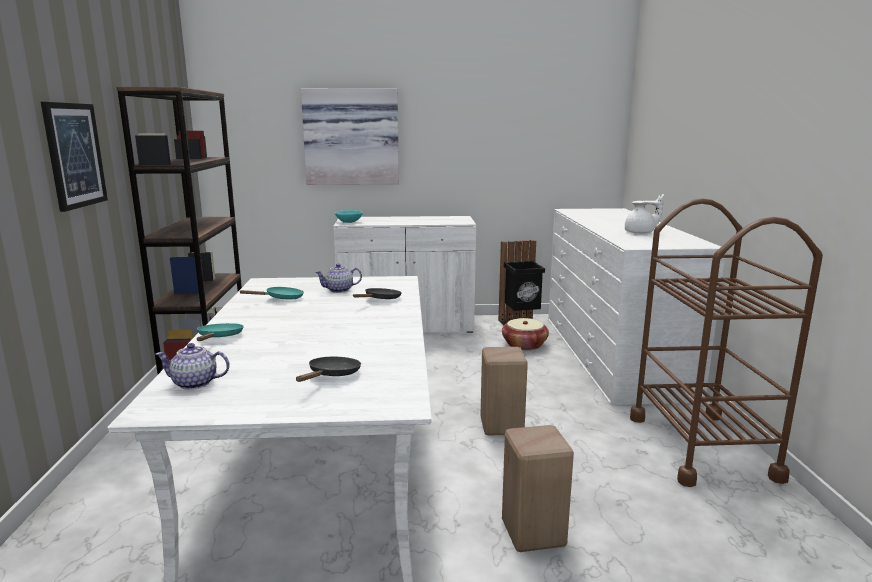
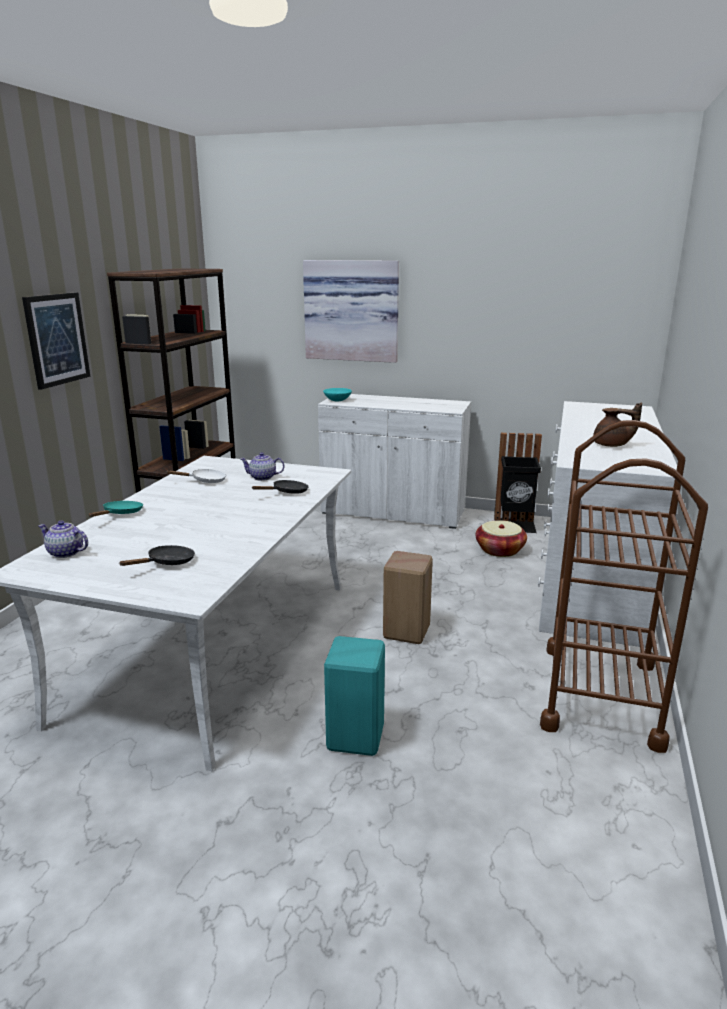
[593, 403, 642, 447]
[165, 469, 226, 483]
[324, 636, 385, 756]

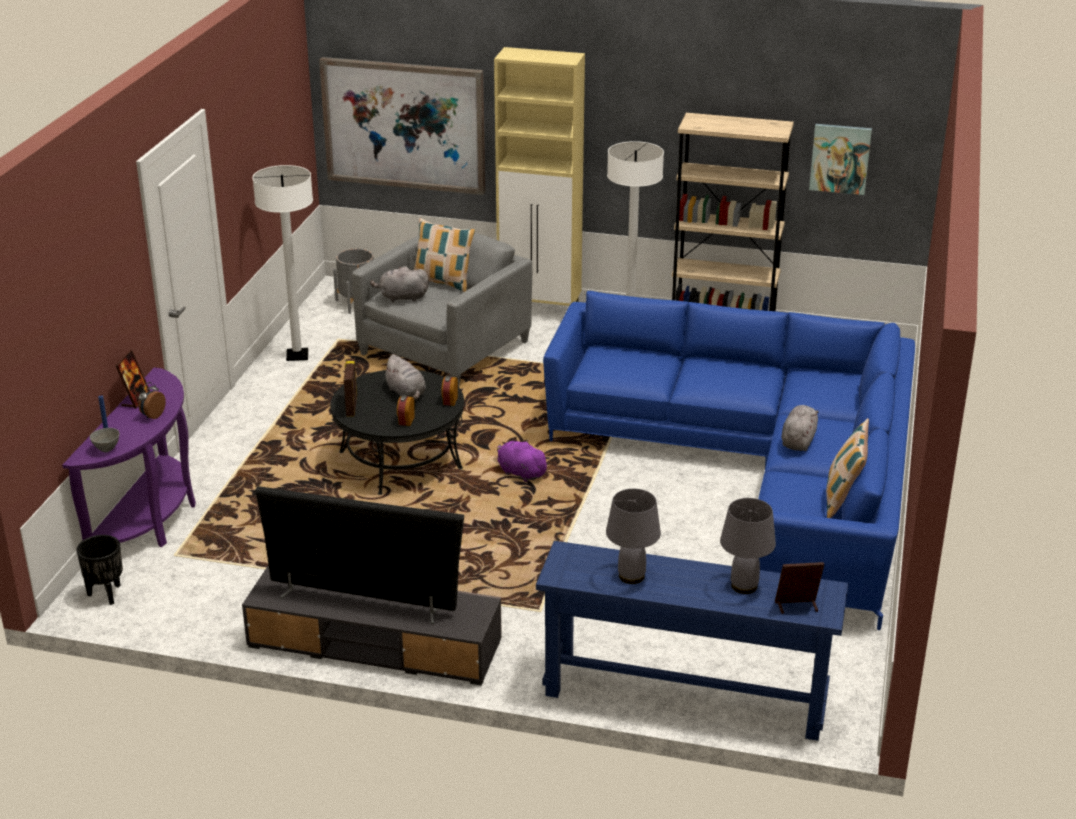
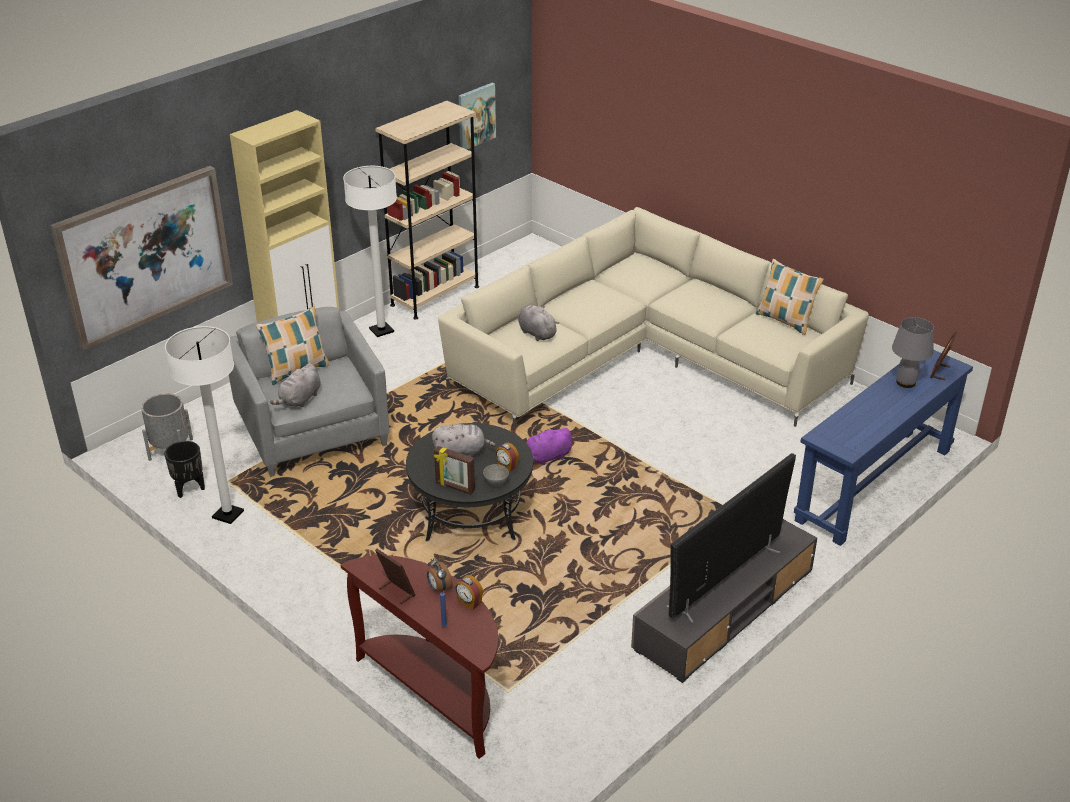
[438, 207, 869, 428]
[341, 555, 499, 759]
[455, 575, 483, 610]
[518, 305, 559, 341]
[483, 464, 509, 486]
[606, 489, 661, 584] (first image)
[164, 441, 205, 498]

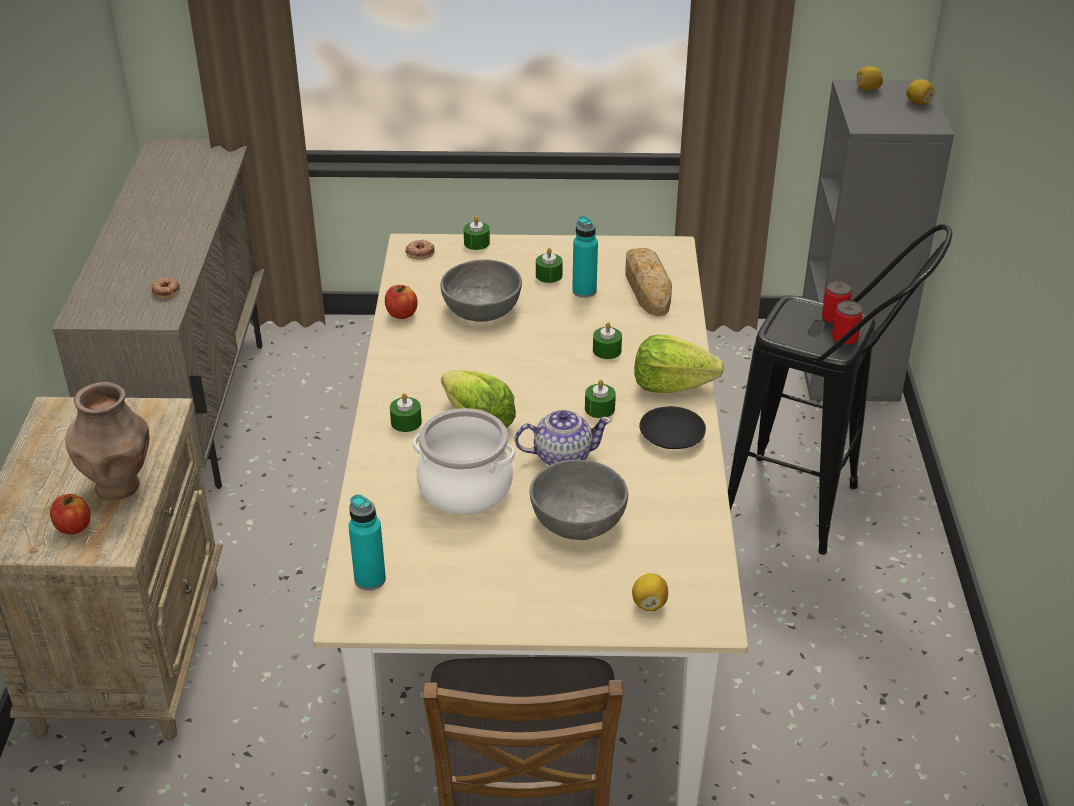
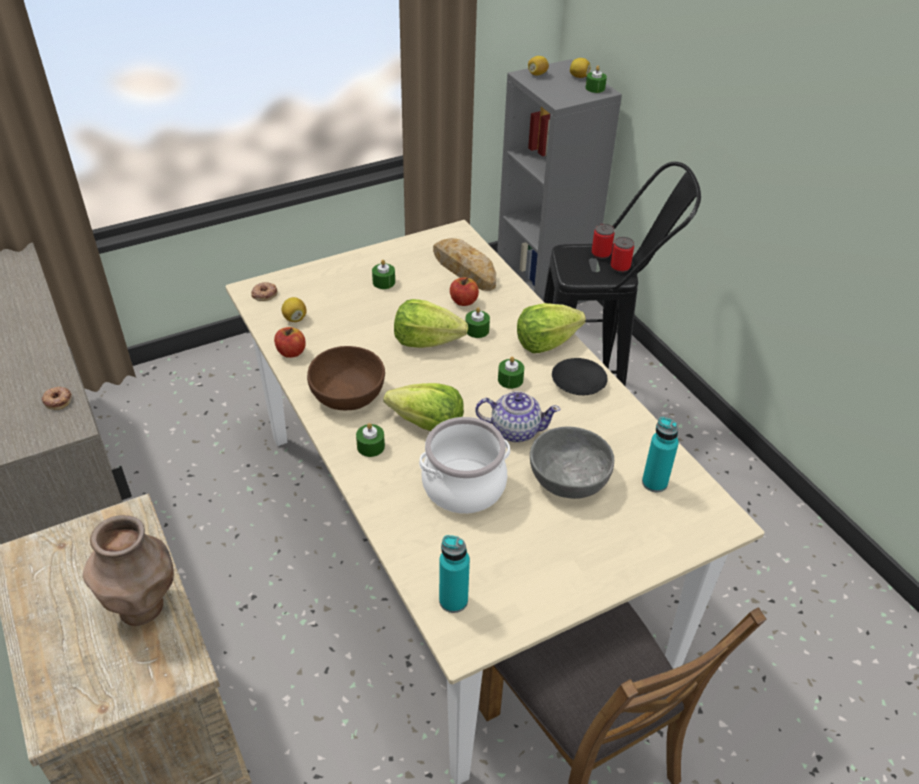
[586, 66, 607, 93]
[642, 417, 679, 492]
[440, 259, 522, 322] (first image)
[475, 391, 560, 442]
[450, 277, 479, 306]
[282, 297, 307, 322]
[394, 299, 468, 348]
[307, 346, 385, 410]

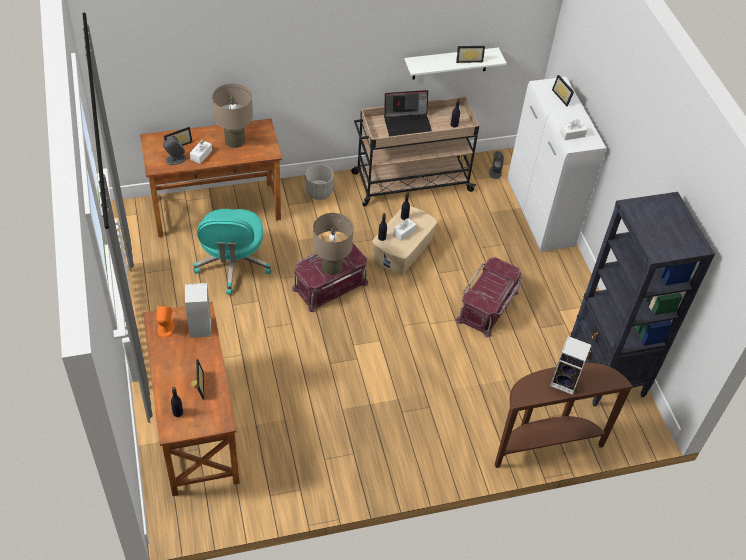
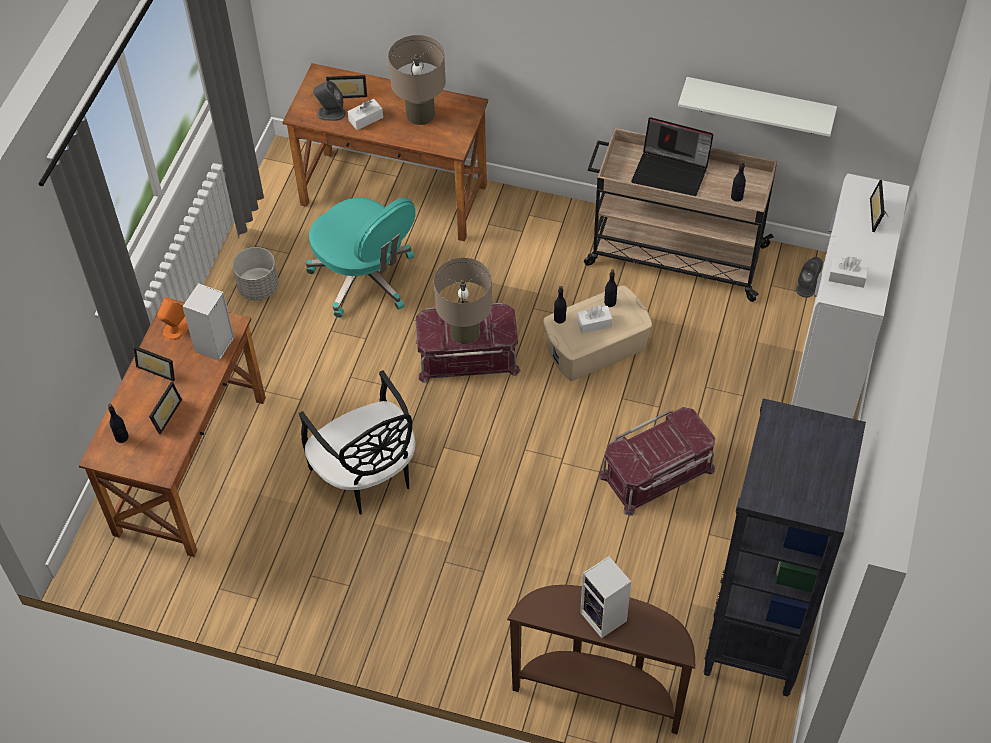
[133, 346, 175, 382]
[232, 247, 279, 300]
[306, 197, 415, 318]
[299, 370, 415, 515]

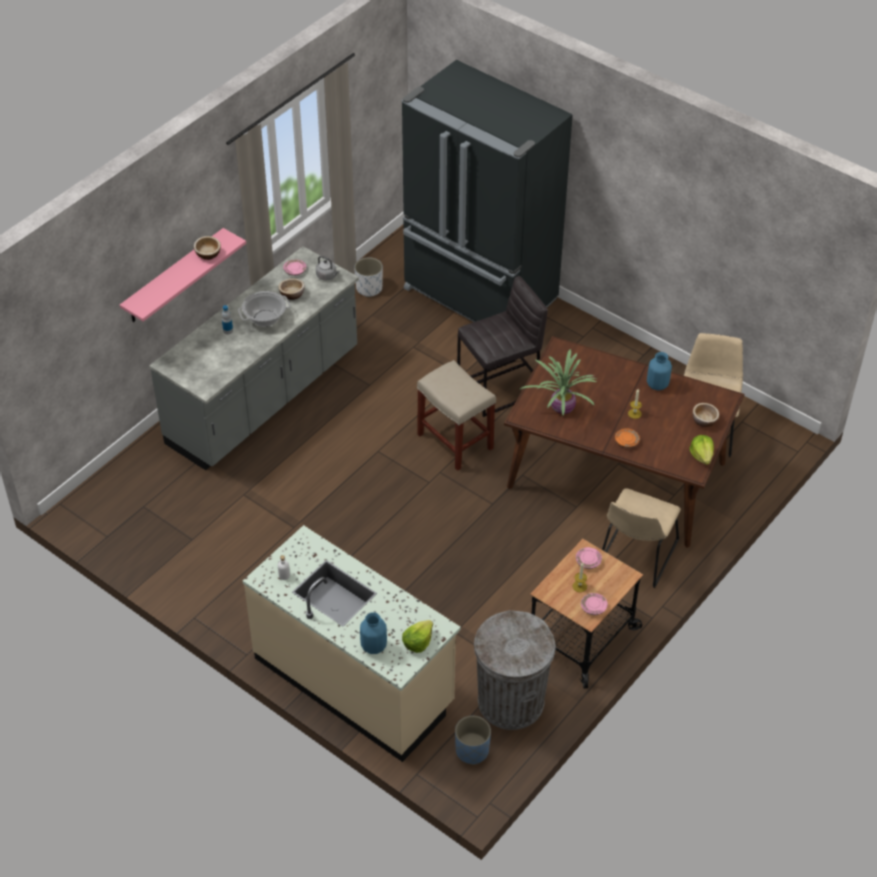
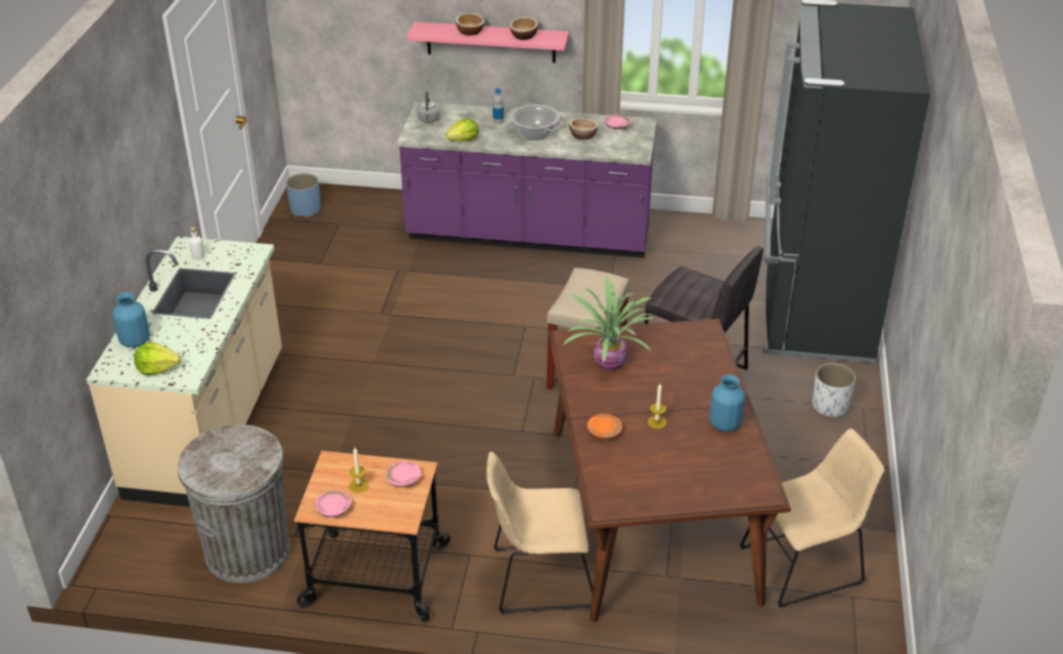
[397, 102, 657, 258]
[417, 92, 440, 123]
[812, 363, 856, 417]
[455, 13, 485, 36]
[445, 118, 479, 141]
[286, 173, 320, 217]

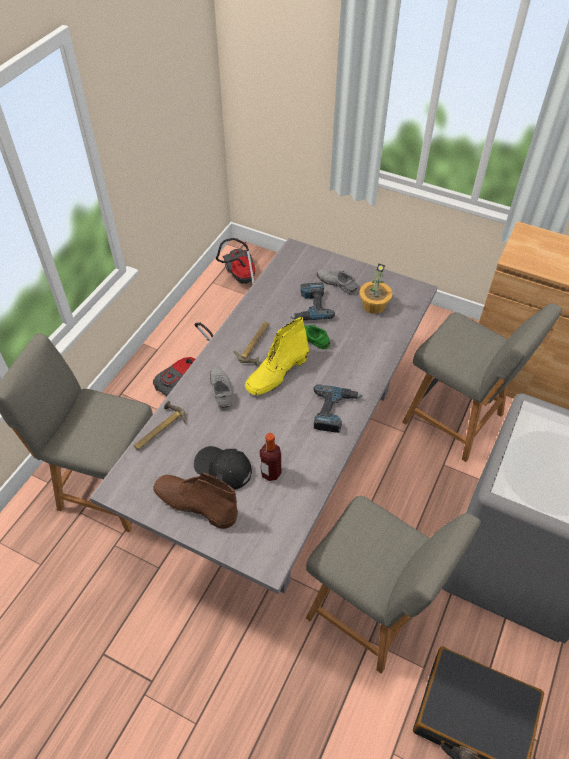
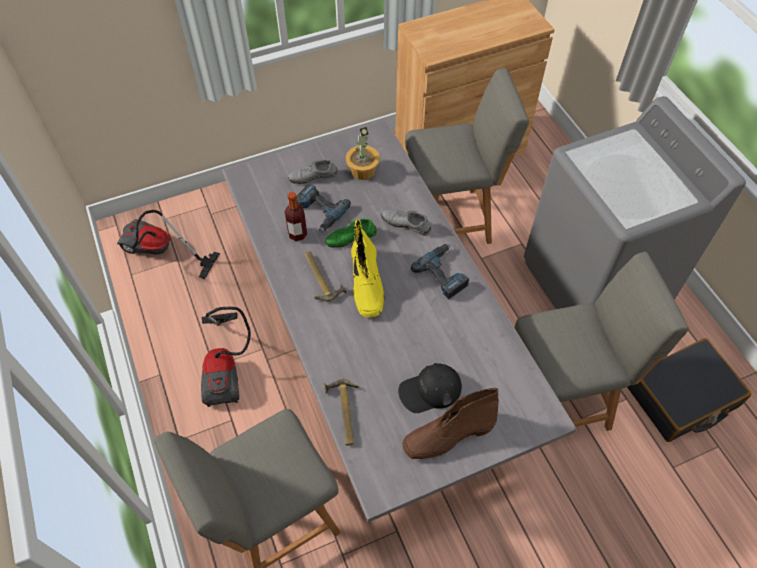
[381, 209, 431, 236]
[284, 192, 307, 241]

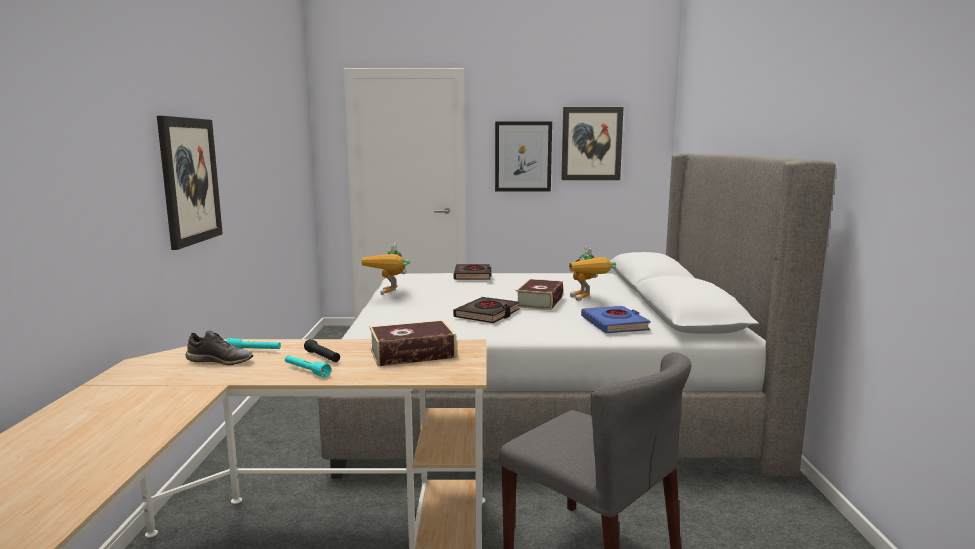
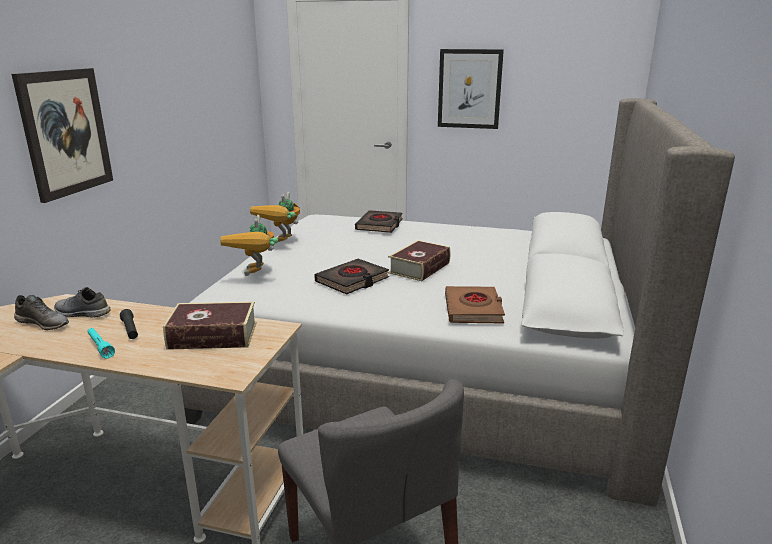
[561, 107, 623, 180] (first image)
[220, 215, 278, 276]
[445, 286, 505, 324]
[54, 287, 111, 318]

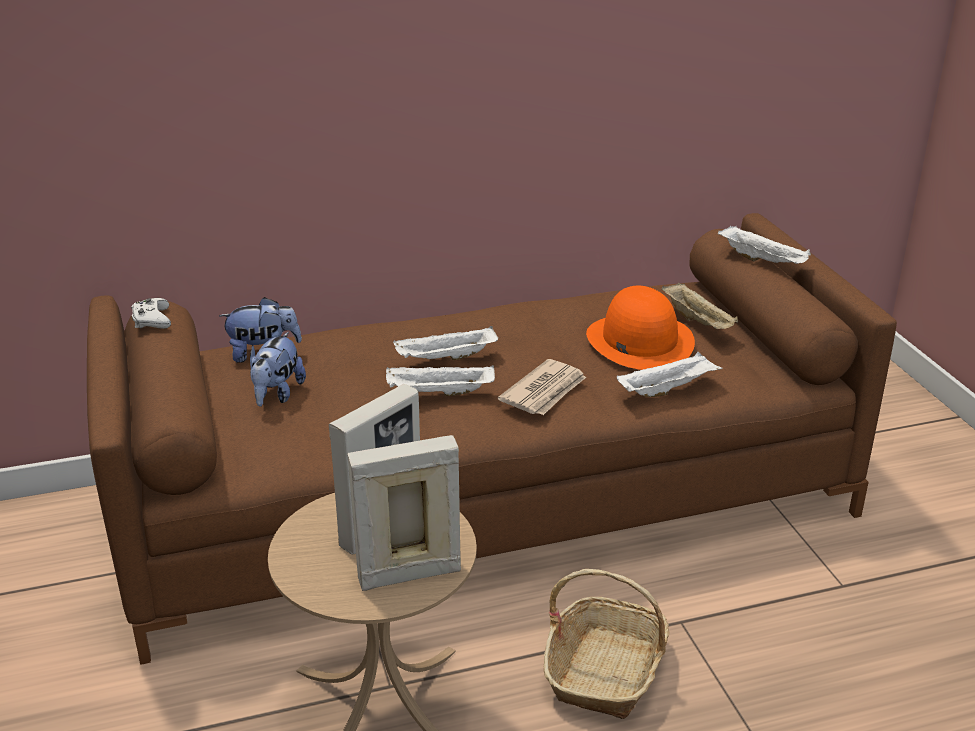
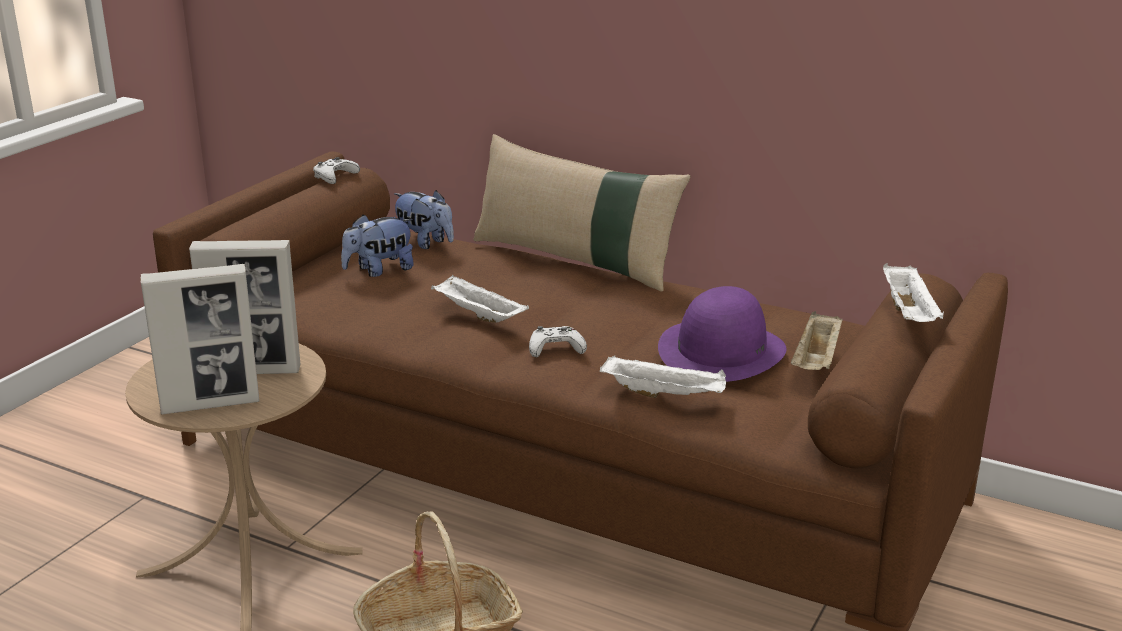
[658, 286, 787, 382]
[393, 326, 498, 360] (first image)
[529, 326, 587, 357]
[140, 264, 260, 414]
[473, 134, 690, 292]

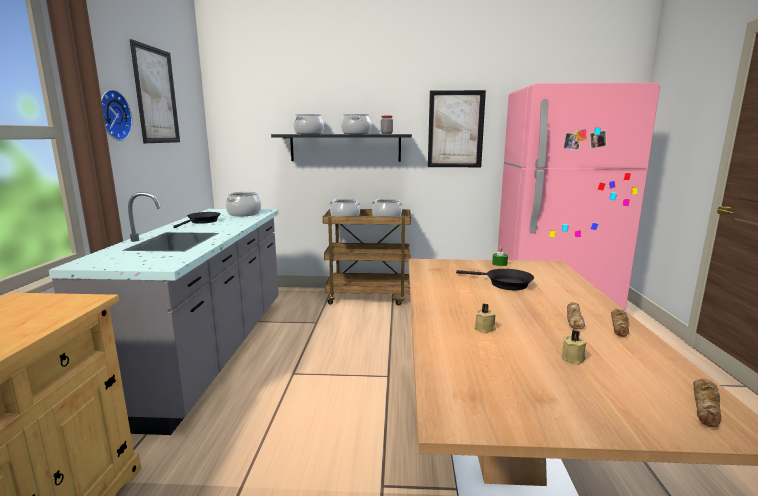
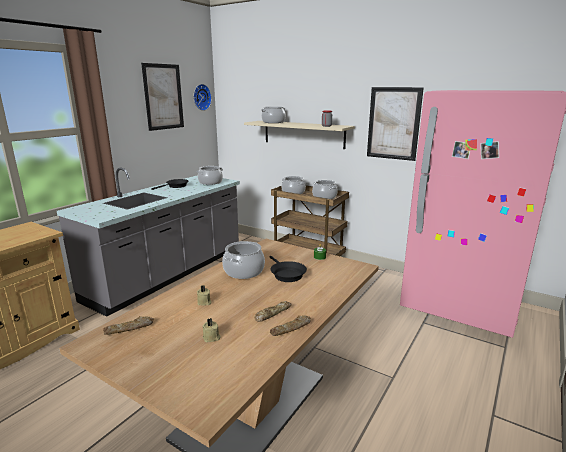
[193, 84, 212, 111]
[222, 241, 265, 279]
[244, 121, 355, 149]
[103, 316, 154, 335]

